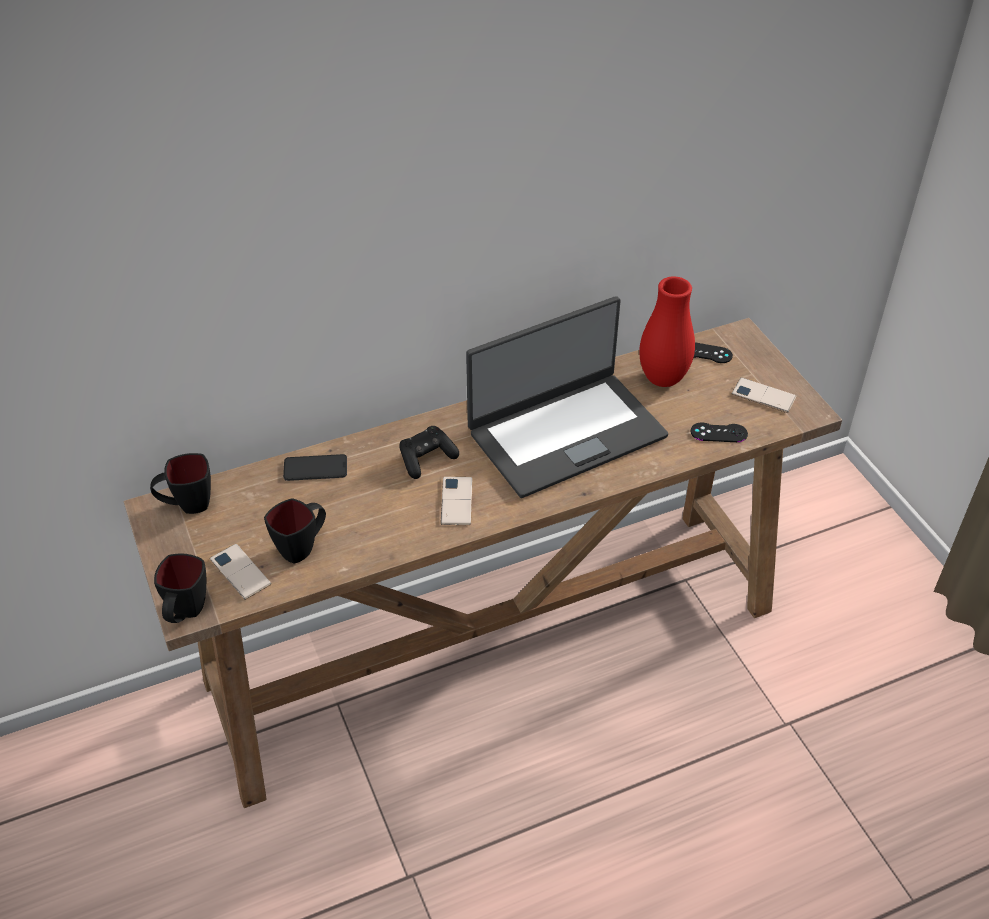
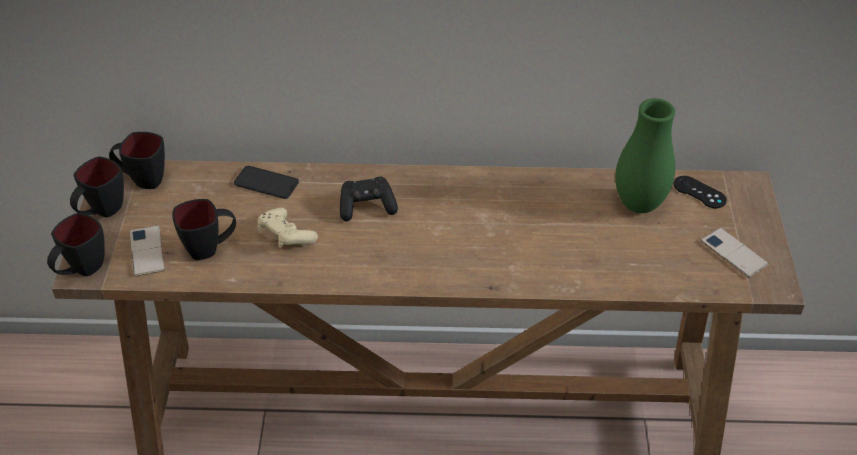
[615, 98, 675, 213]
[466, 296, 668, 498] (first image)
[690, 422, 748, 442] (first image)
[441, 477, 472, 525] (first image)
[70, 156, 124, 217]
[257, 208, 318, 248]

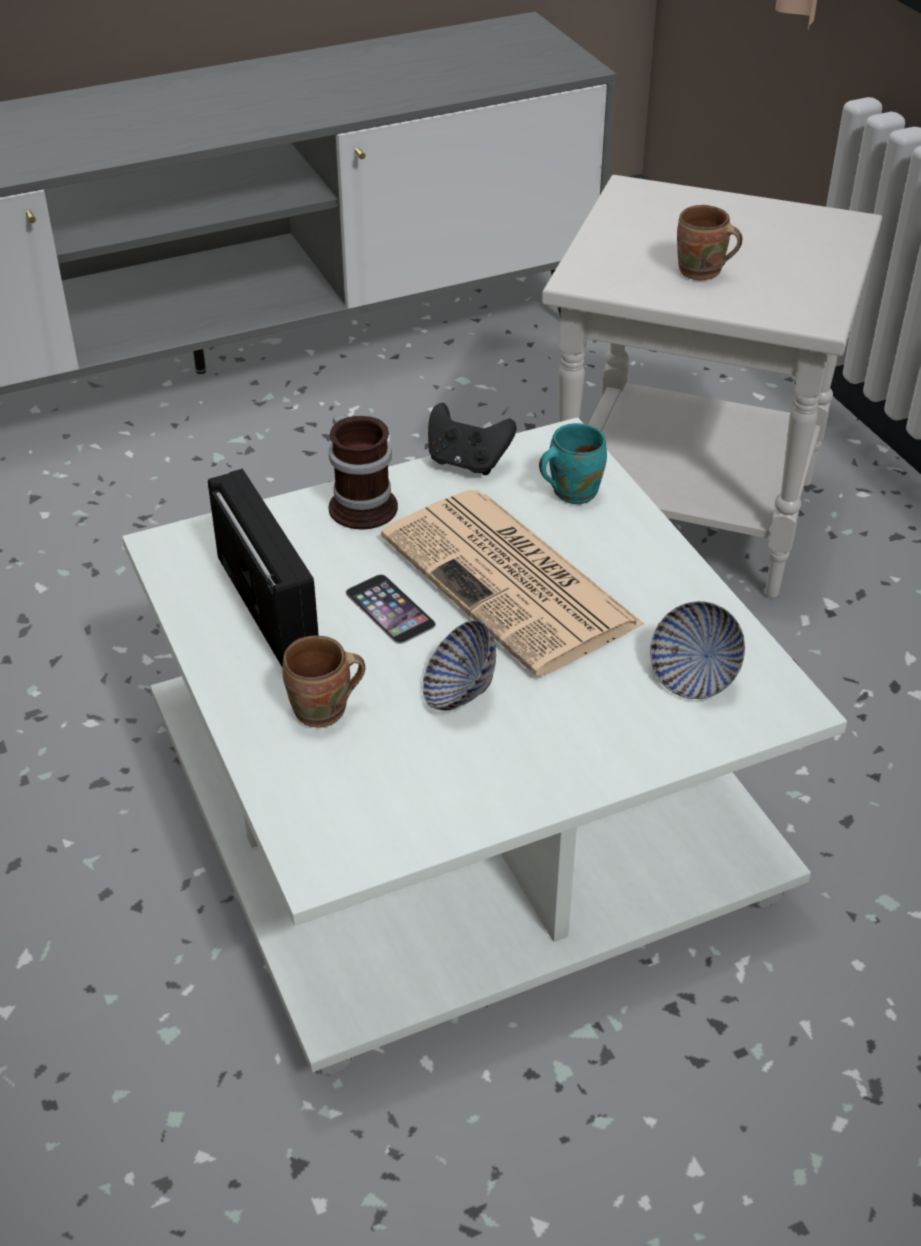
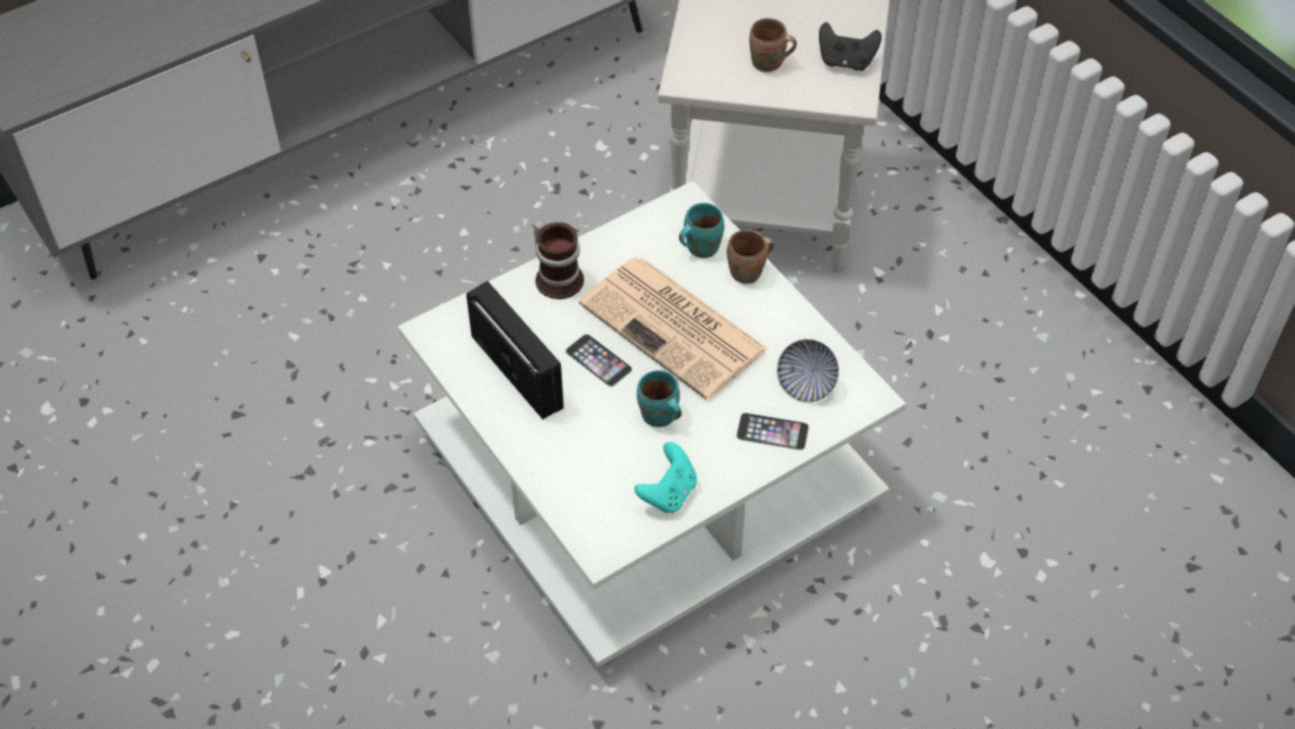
[819, 22, 882, 71]
[637, 370, 682, 427]
[727, 229, 774, 284]
[736, 413, 809, 450]
[634, 442, 697, 513]

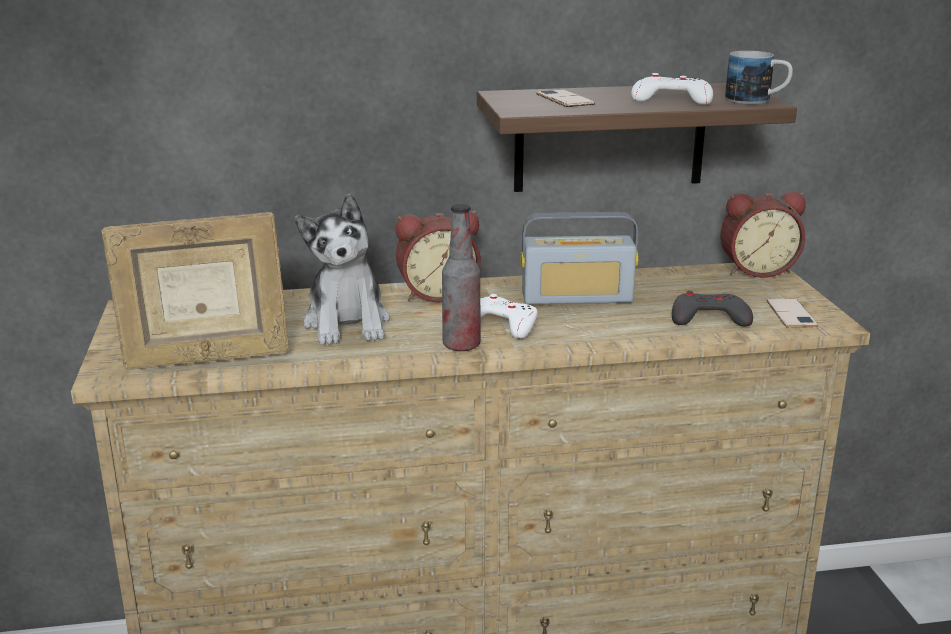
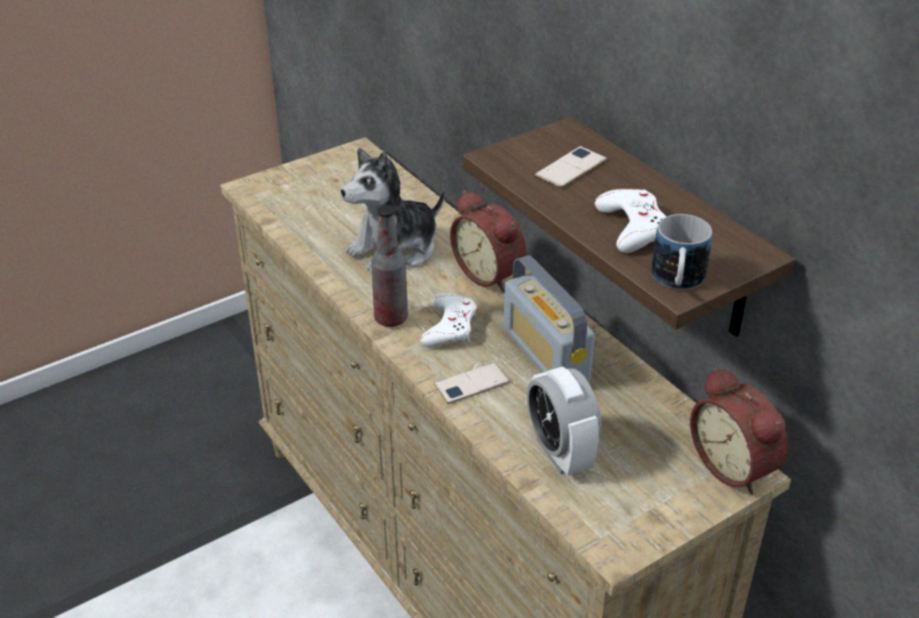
[101, 212, 290, 370] (first image)
[527, 366, 602, 476]
[434, 363, 510, 404]

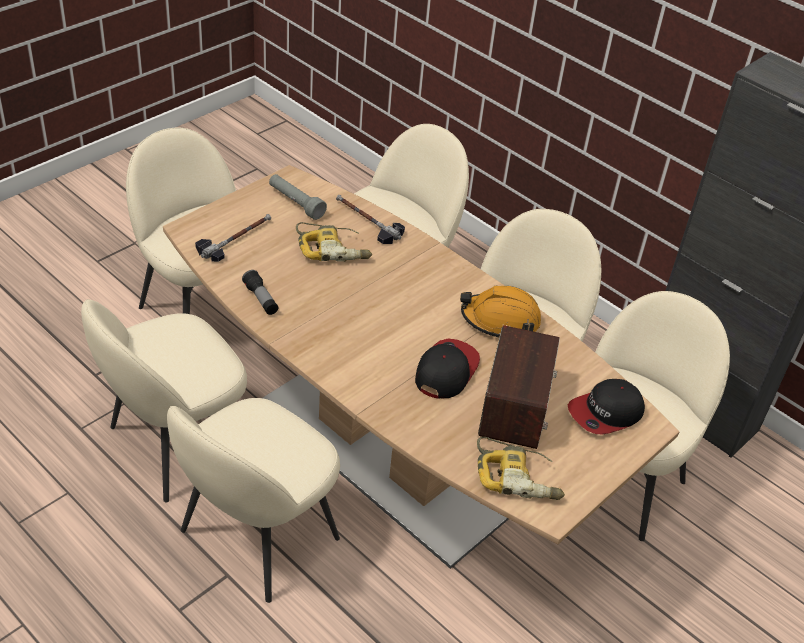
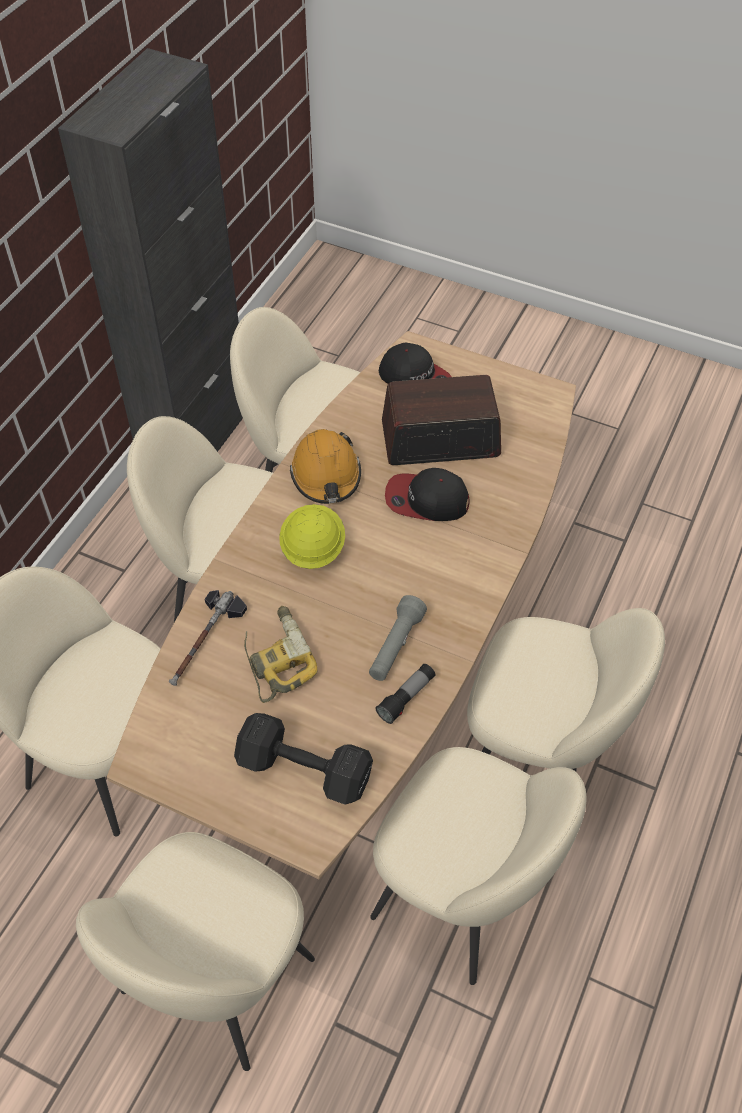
[369, 595, 427, 681]
[234, 713, 373, 805]
[477, 437, 565, 500] (first image)
[279, 504, 345, 569]

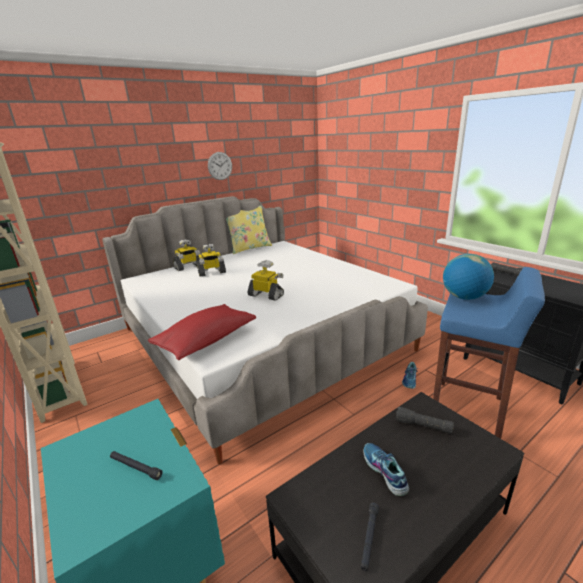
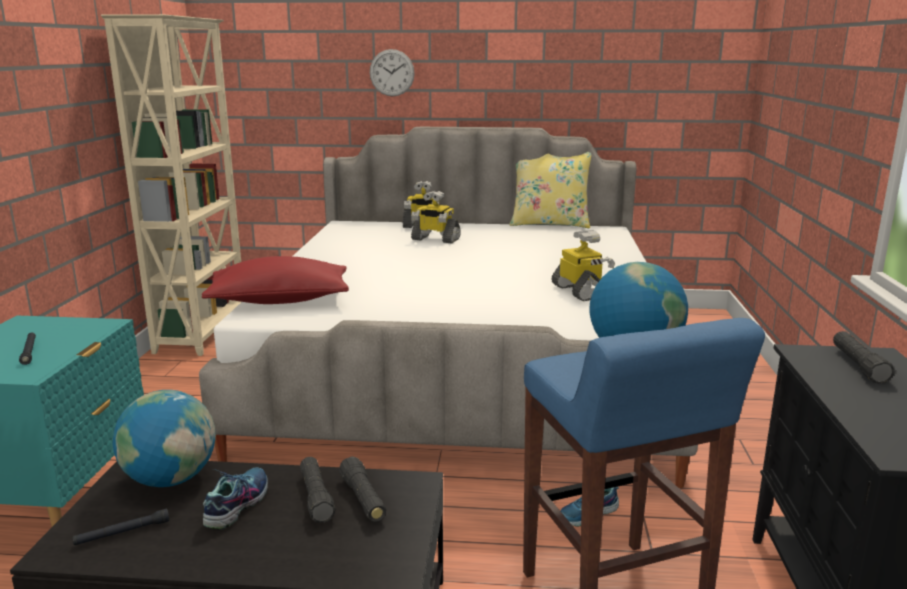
[370, 49, 415, 97]
[551, 230, 615, 301]
[113, 390, 216, 487]
[300, 457, 336, 523]

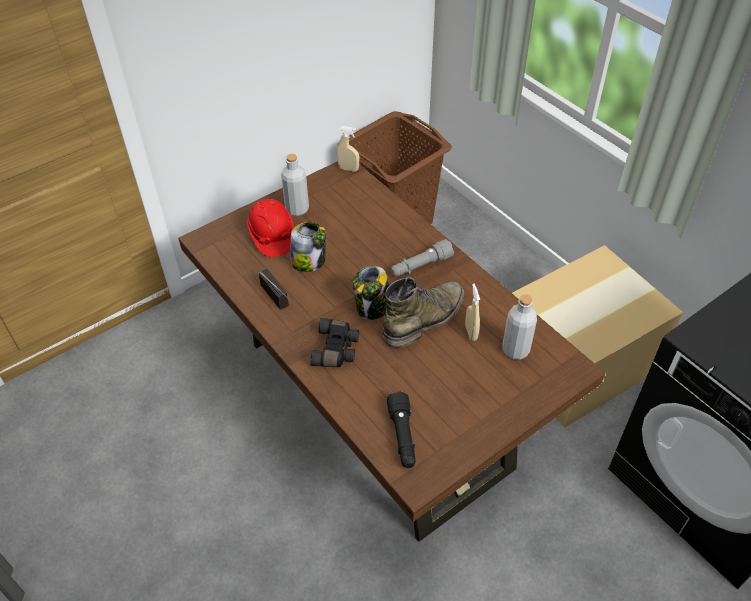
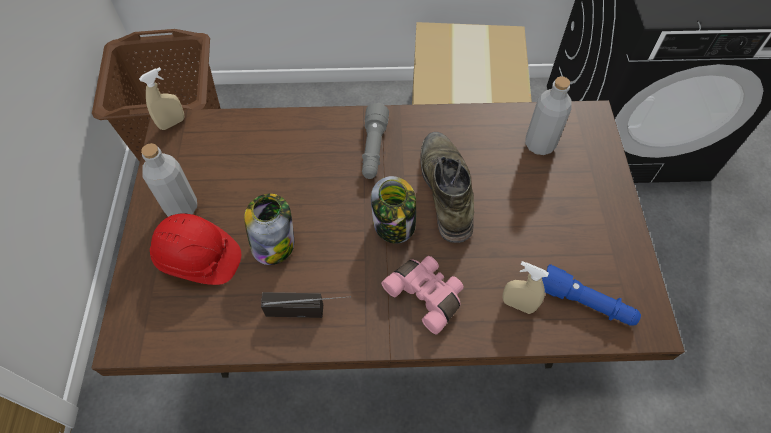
[503, 261, 549, 314]
[381, 256, 464, 335]
[542, 265, 641, 326]

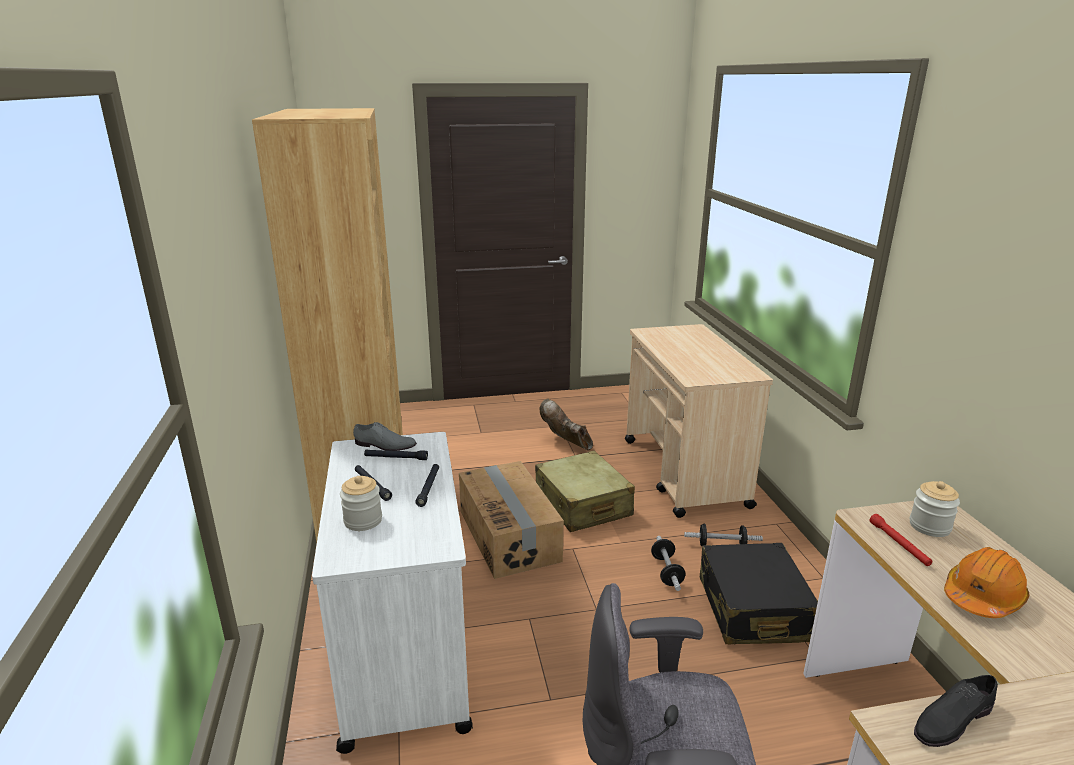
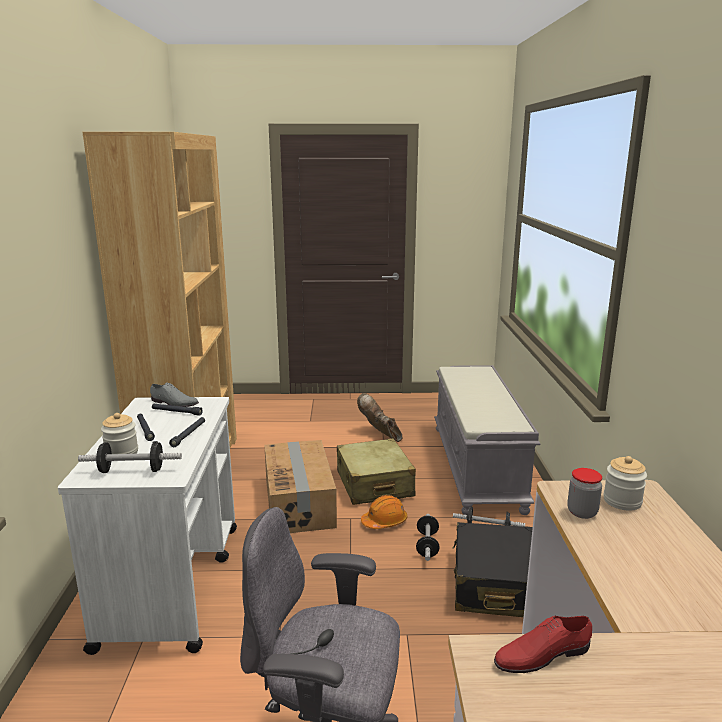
[434, 365, 540, 515]
[567, 468, 602, 519]
[361, 495, 407, 529]
[494, 616, 592, 673]
[78, 441, 182, 473]

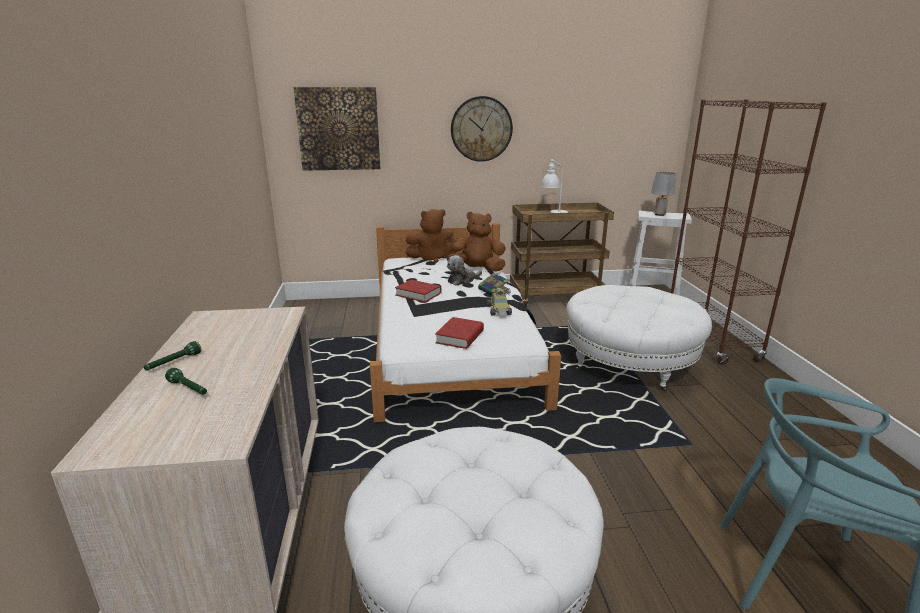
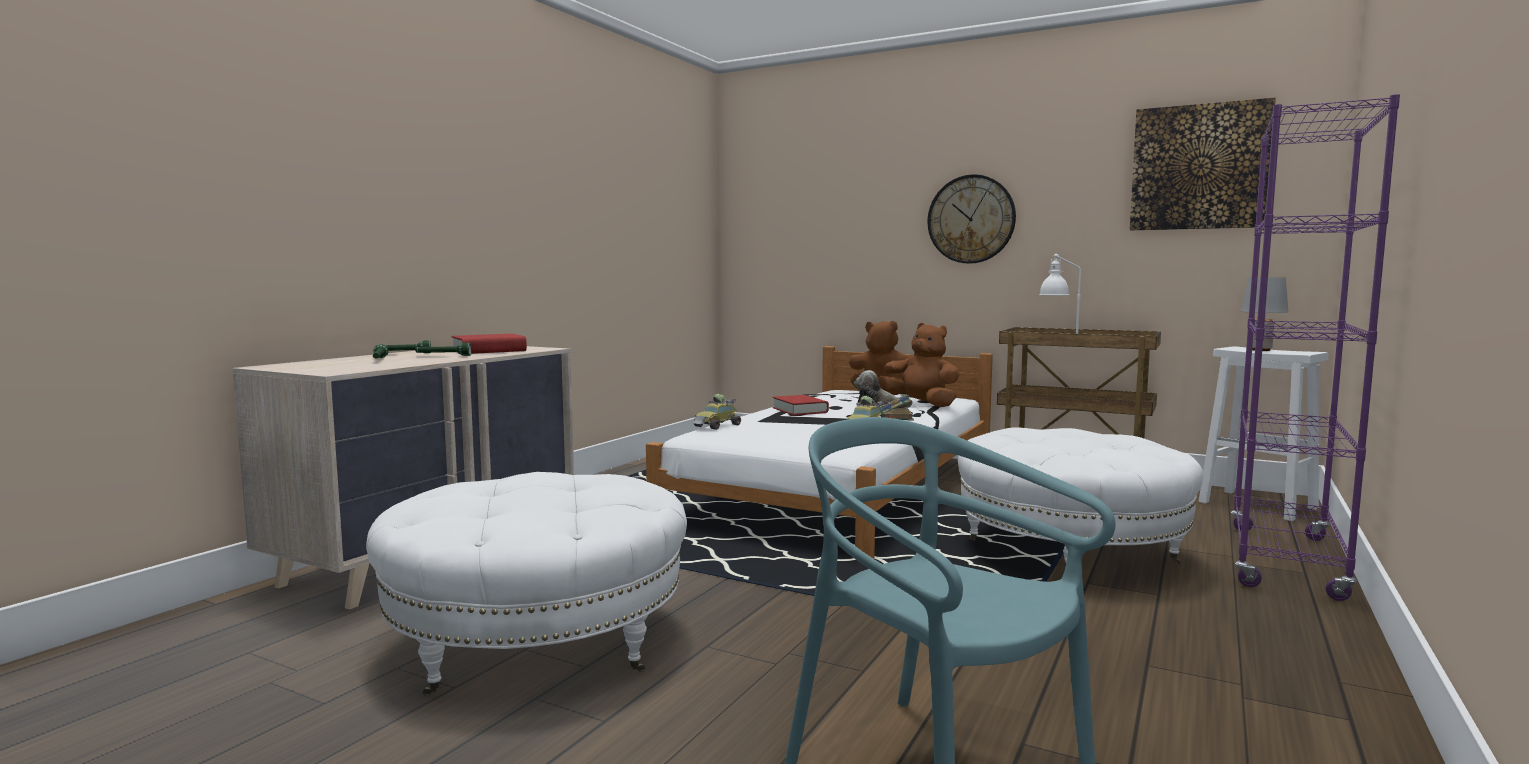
[1130, 98, 1276, 230]
[1231, 94, 1400, 601]
[451, 334, 527, 354]
[415, 343, 472, 356]
[693, 394, 741, 430]

